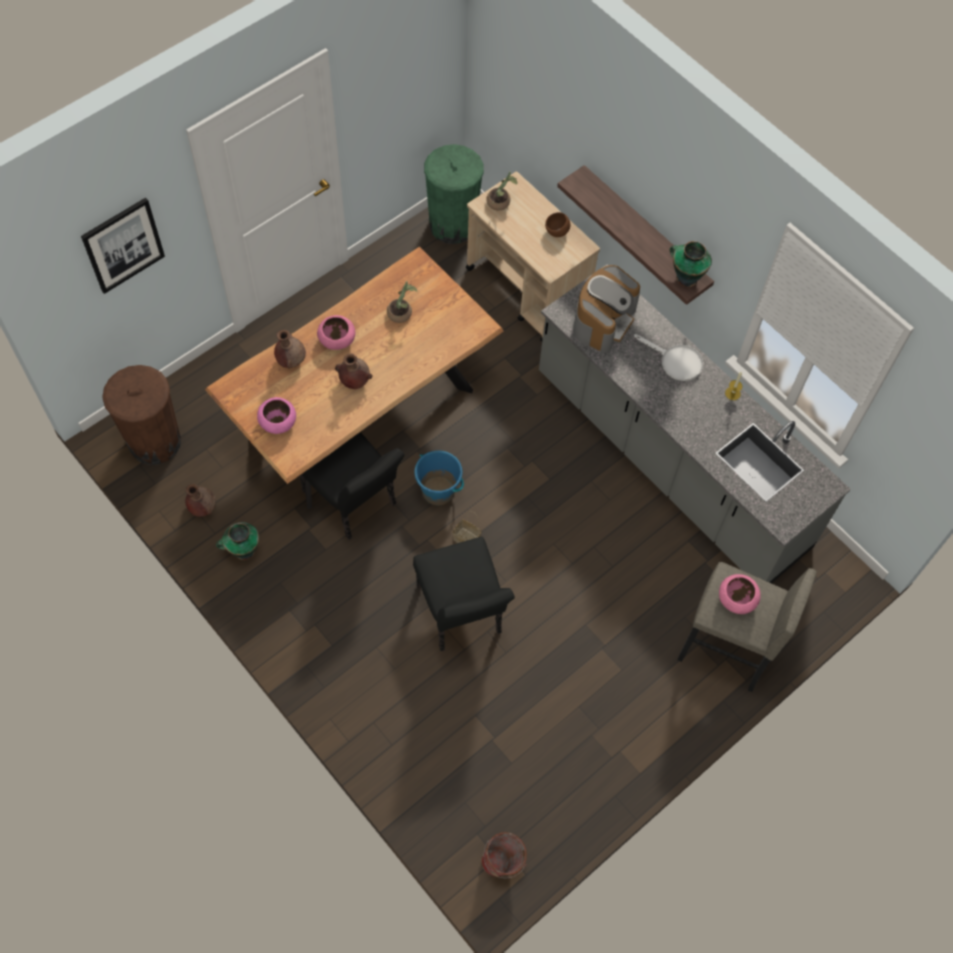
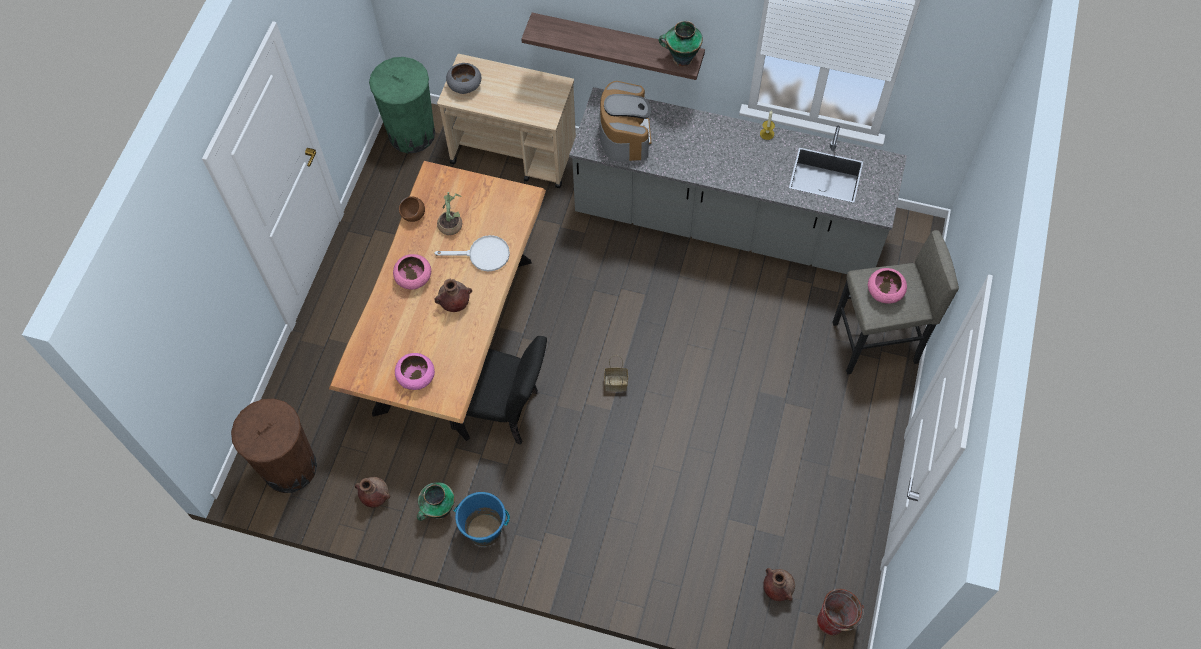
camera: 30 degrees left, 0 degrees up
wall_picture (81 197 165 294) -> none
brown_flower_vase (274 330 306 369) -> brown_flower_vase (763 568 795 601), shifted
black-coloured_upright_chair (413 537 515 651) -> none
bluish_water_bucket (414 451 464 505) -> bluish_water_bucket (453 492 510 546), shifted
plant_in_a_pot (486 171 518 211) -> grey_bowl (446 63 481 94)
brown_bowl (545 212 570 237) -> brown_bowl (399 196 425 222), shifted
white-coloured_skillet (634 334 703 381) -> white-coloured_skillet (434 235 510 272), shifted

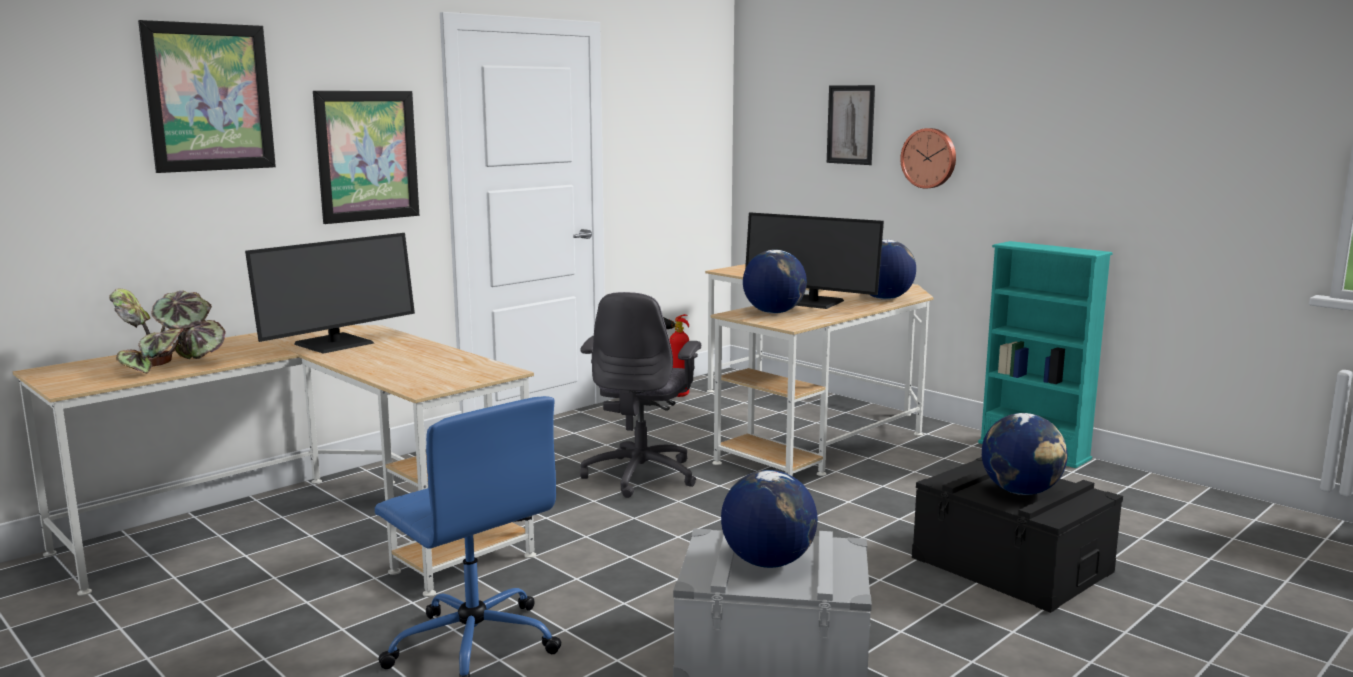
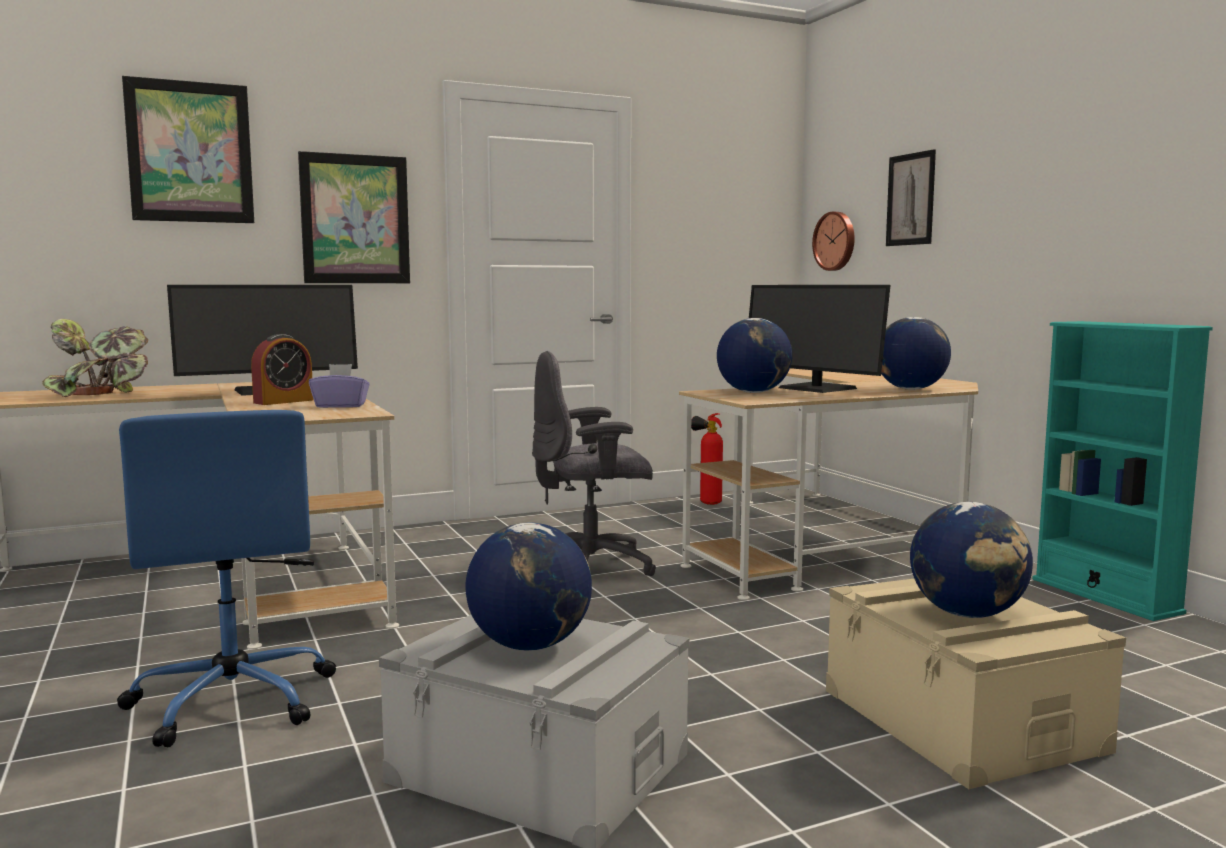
camera: 20 degrees right, 5 degrees down
grey_office_chair (580 292 701 498) -> grey_office_chair (532 351 656 576), 45 degrees clockwise
hanging_clock (900 128 956 189) -> hanging_clock (812 212 855 271), shifted
black-coloured_storage_container (912 457 1123 613) -> beige-coloured_storage_container (826 579 1126 789)
none -> alarm_clock (251 334 313 405)
none -> purplish_tissue_holder (309 364 370 408)

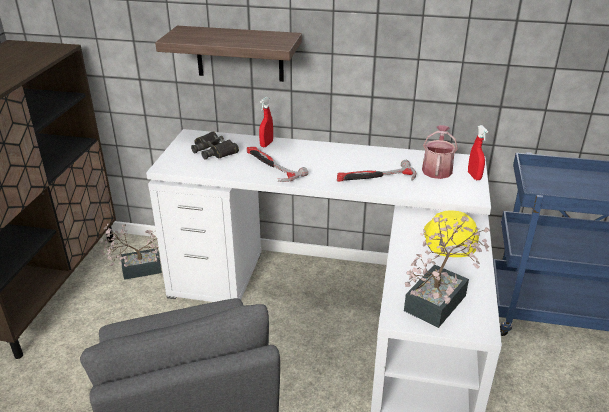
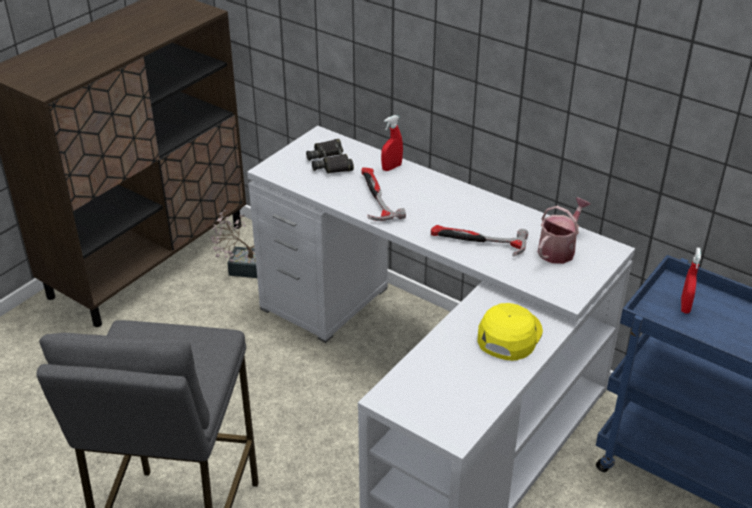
camera: 25 degrees right, 5 degrees up
bracket_shelf (155 26 302 82) -> none
plant_in_a_pot (404 215 490 328) -> none
red-coloured_sprayer (468 125 488 180) -> red-coloured_sprayer (681 248 701 314), shifted

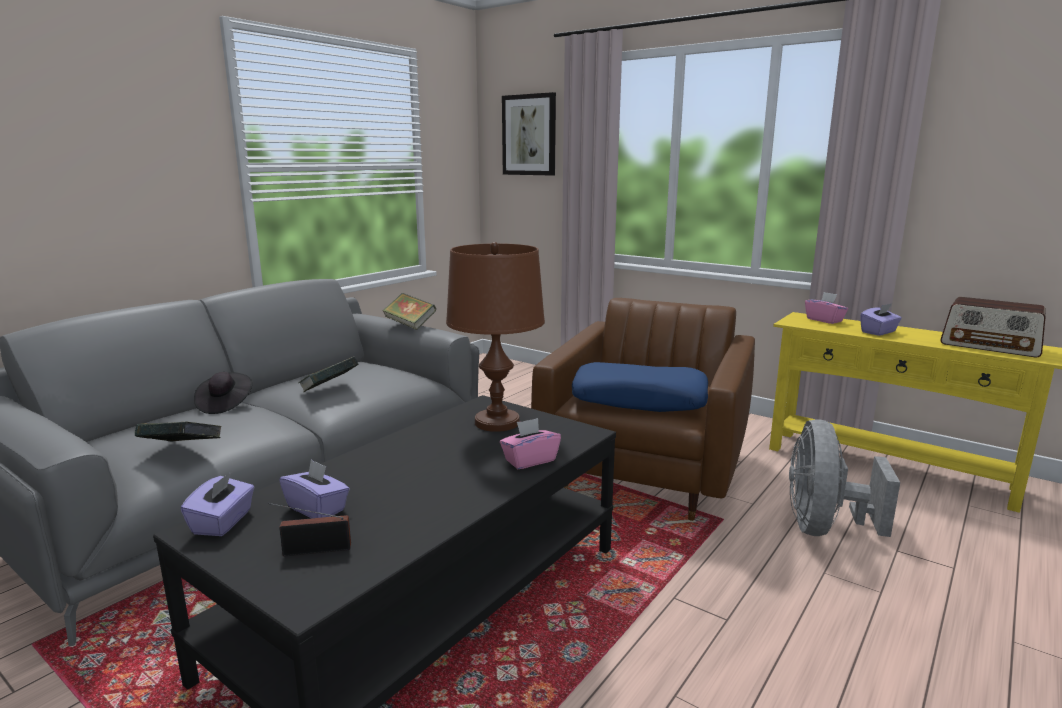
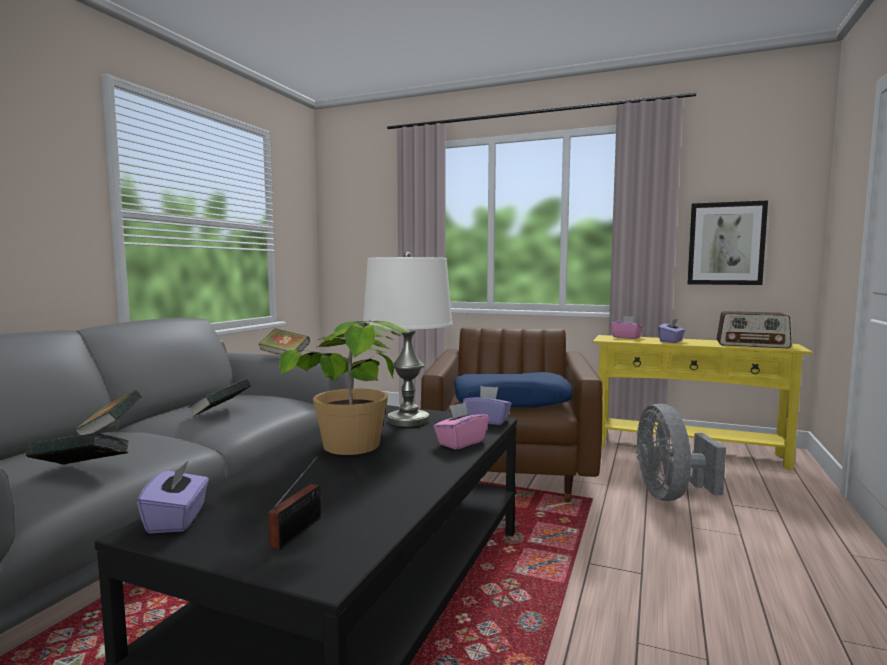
camera: 15 degrees left, 10 degrees down
black-coloured_wearable_hat (194 372 252 414) -> book (74 390 141 435)
radio_set (268 503 351 556) -> radio_set (268 456 321 550), 135 degrees clockwise
purplish_tissue_holder (279 459 350 518) -> purplish_tissue_holder (463 386 512 425), shifted
brown_lamp_for_a_table (446 242 545 432) -> white-coloured_lamp_for_a_table (363 252 452 427)
wall_picture (502 92 556 176) -> wall_picture (687 200 768 285), shifted
none -> plant_in_a_pot (279 320 410 455)

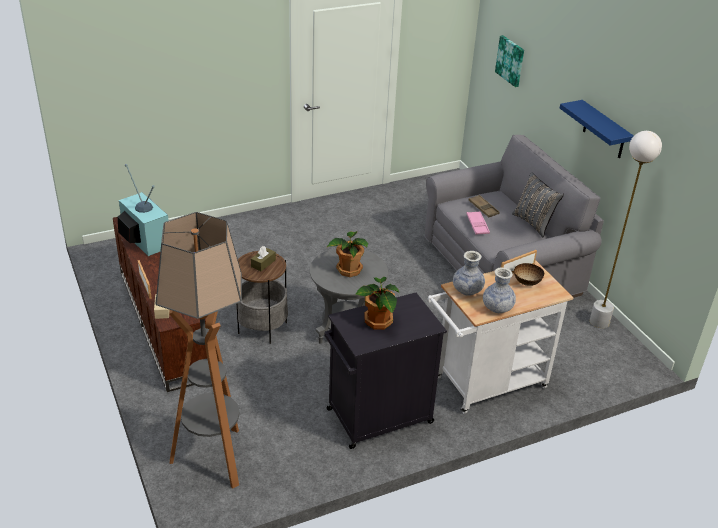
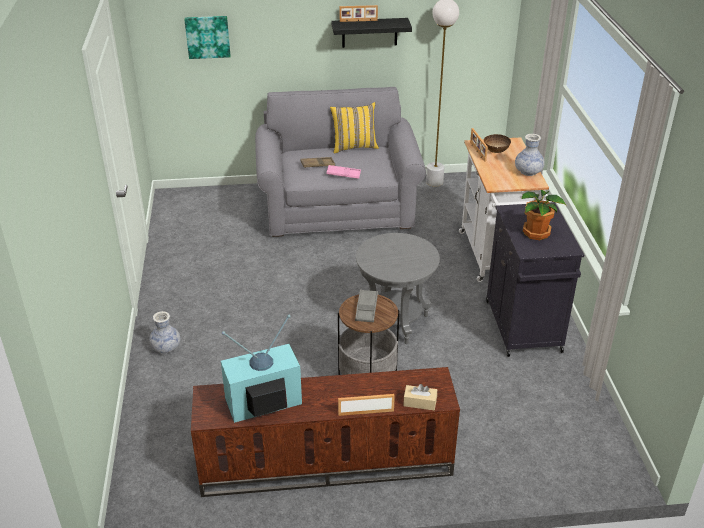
camera: 70 degrees left, 0 degrees up
standard_lamp (155 212 242 488) -> none
brown_tissue_holder (251 246 276 271) -> grey_carrying_tray (355 289 378 322)
plant_in_a_pot (326 231 368 277) -> none
flower_vase (453 251 485 296) -> flower_vase (149 311 180 354), shifted
grey_cushion (512 172 564 237) -> yellow-coloured_cushion (330 102 379 153)
bluish_bracket_shelf (560 100 634 158) -> black-coloured_bracket_shelf (332 18 412 48)
none -> photo_frame (340 5 378 22)

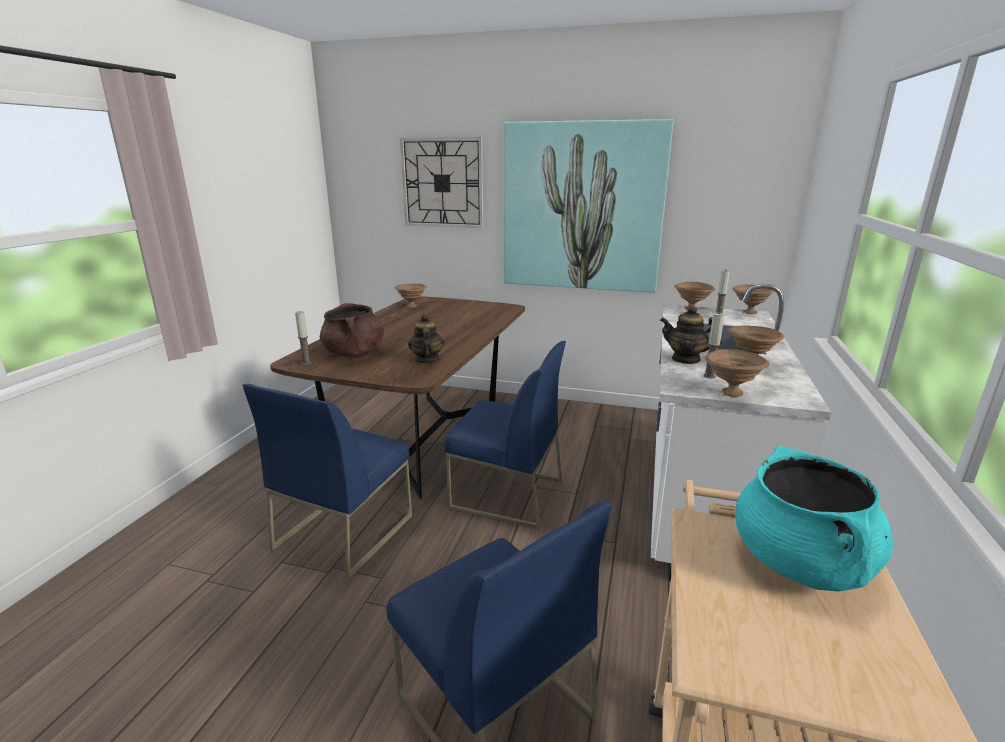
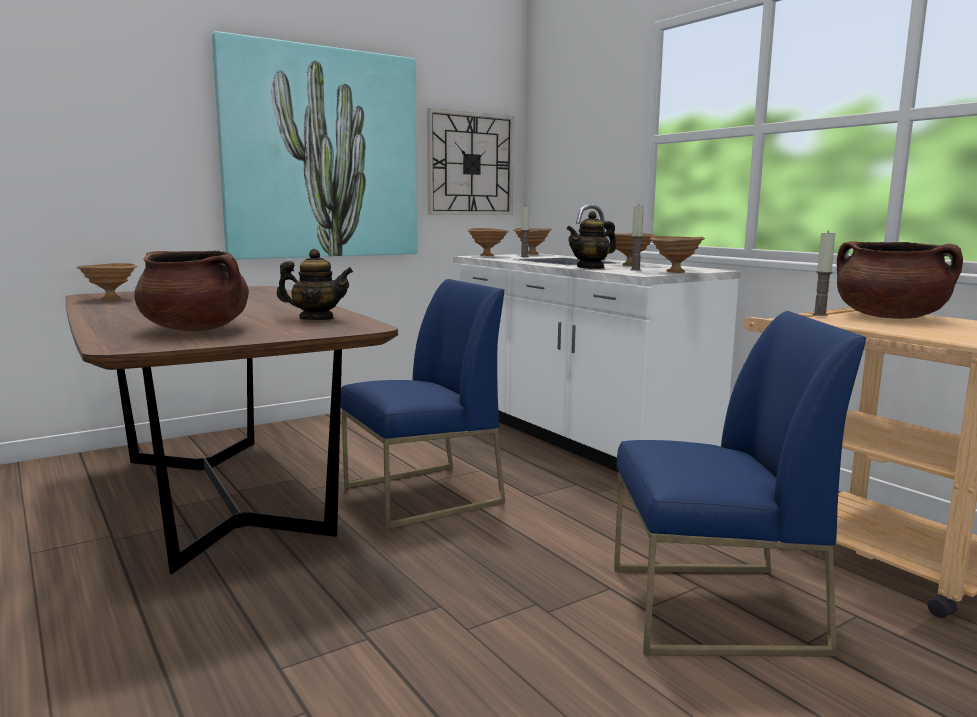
camera: 50 degrees left, 10 degrees down
bluish_upright_chair (243 384 412 580) -> none
wax_light (295 311 311 365) -> wax_light (813 230 836 316), shifted
hanging_clock (400 137 483 228) -> hanging_clock (427 108 514 215), shifted
teapot (408 314 444 364) -> teapot (277 249 353 320), 150 degrees clockwise
turquoise-coloured_saucepot (735 446 893 592) -> brown_saucepot (837 241 963 319)

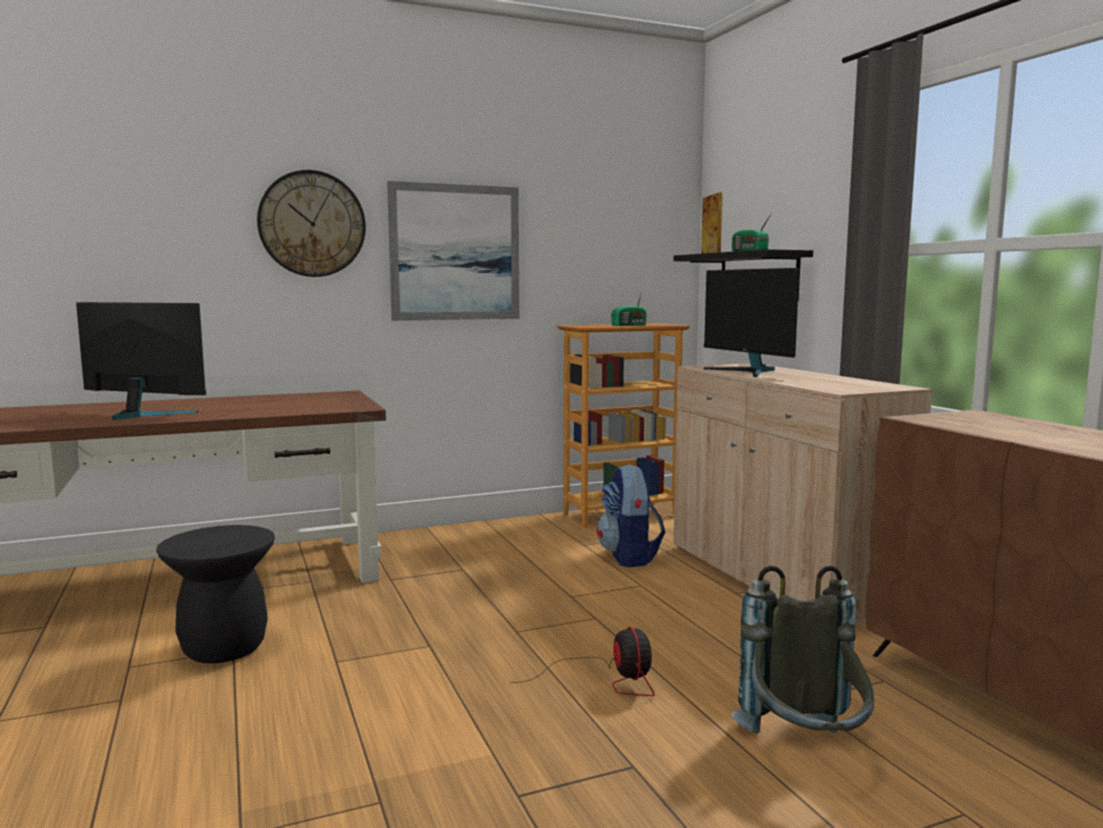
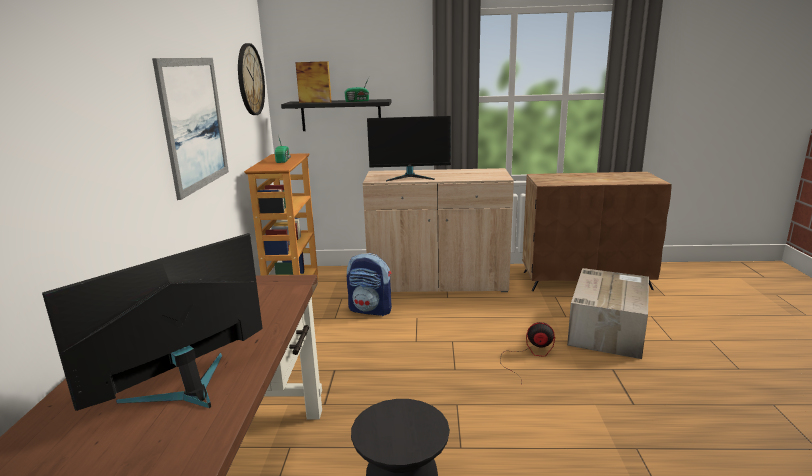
camera: 65 degrees left, 10 degrees up
hanging_clock (257 170 366 277) -> hanging_clock (238 43 265 115), shifted
grey_backpack (731 565 874 733) -> carton (567 268 649 359)

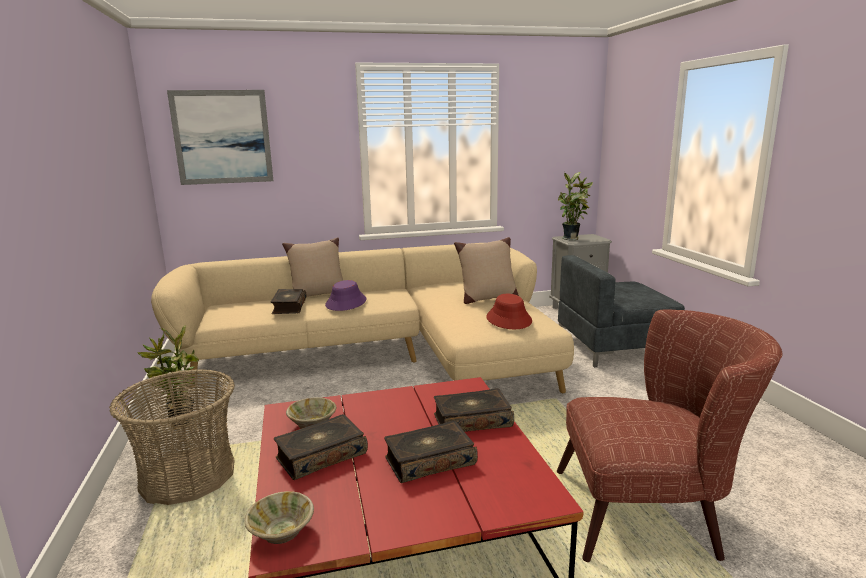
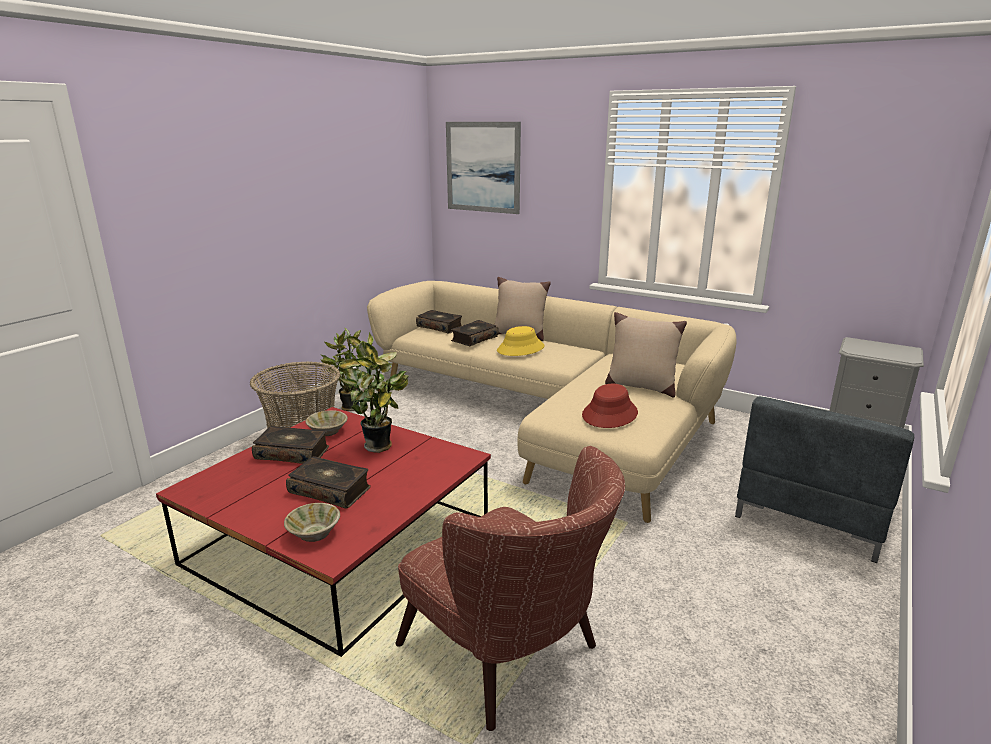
camera: 45 degrees right, 5 degrees up
beige-coloured_bowl (245 491 314 544) -> beige-coloured_bowl (284 503 340 542), shifted
purplish_wearable_hat (325 280 367 311) -> yellow-coloured_wearable_hat (497 326 544 356)
book (434 388 514 432) -> book (416 310 462 334), shifted
plant_in_a_pot (558 172 593 240) -> plant_in_a_pot (339 332 408 453), shifted
grey_armchair (558 255 685 367) -> grey_armchair (735 396 914 563), 90 degrees counterclockwise

